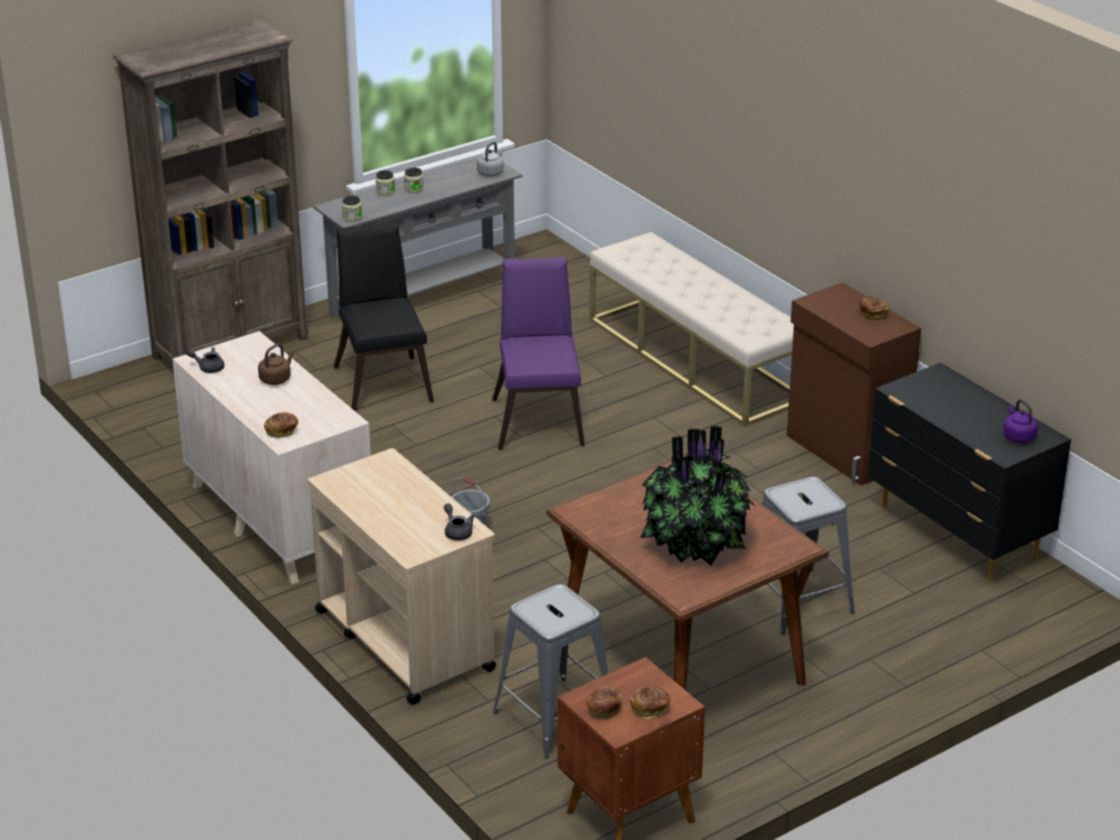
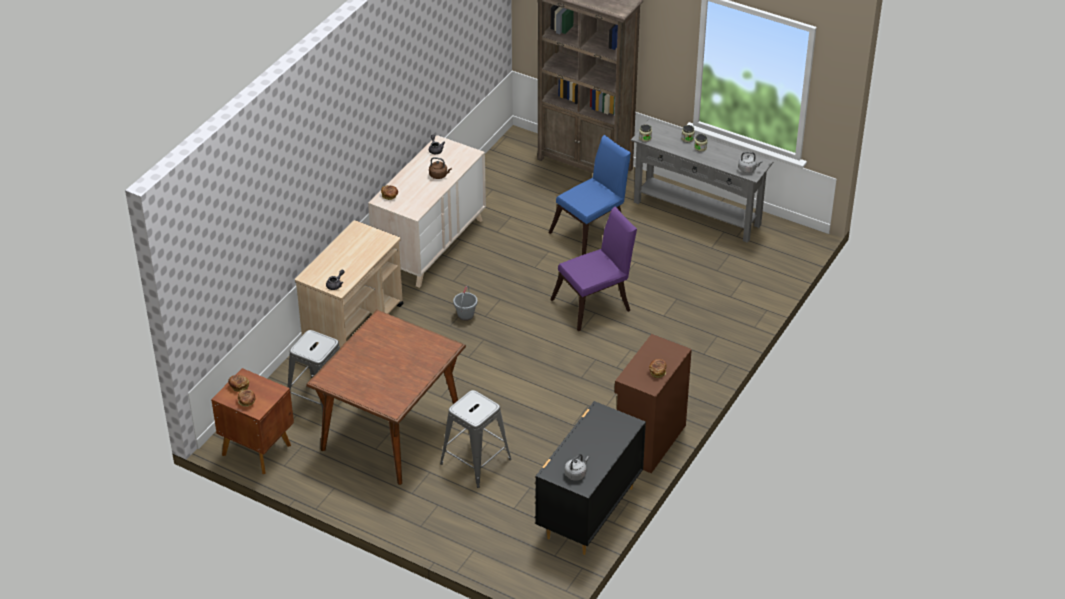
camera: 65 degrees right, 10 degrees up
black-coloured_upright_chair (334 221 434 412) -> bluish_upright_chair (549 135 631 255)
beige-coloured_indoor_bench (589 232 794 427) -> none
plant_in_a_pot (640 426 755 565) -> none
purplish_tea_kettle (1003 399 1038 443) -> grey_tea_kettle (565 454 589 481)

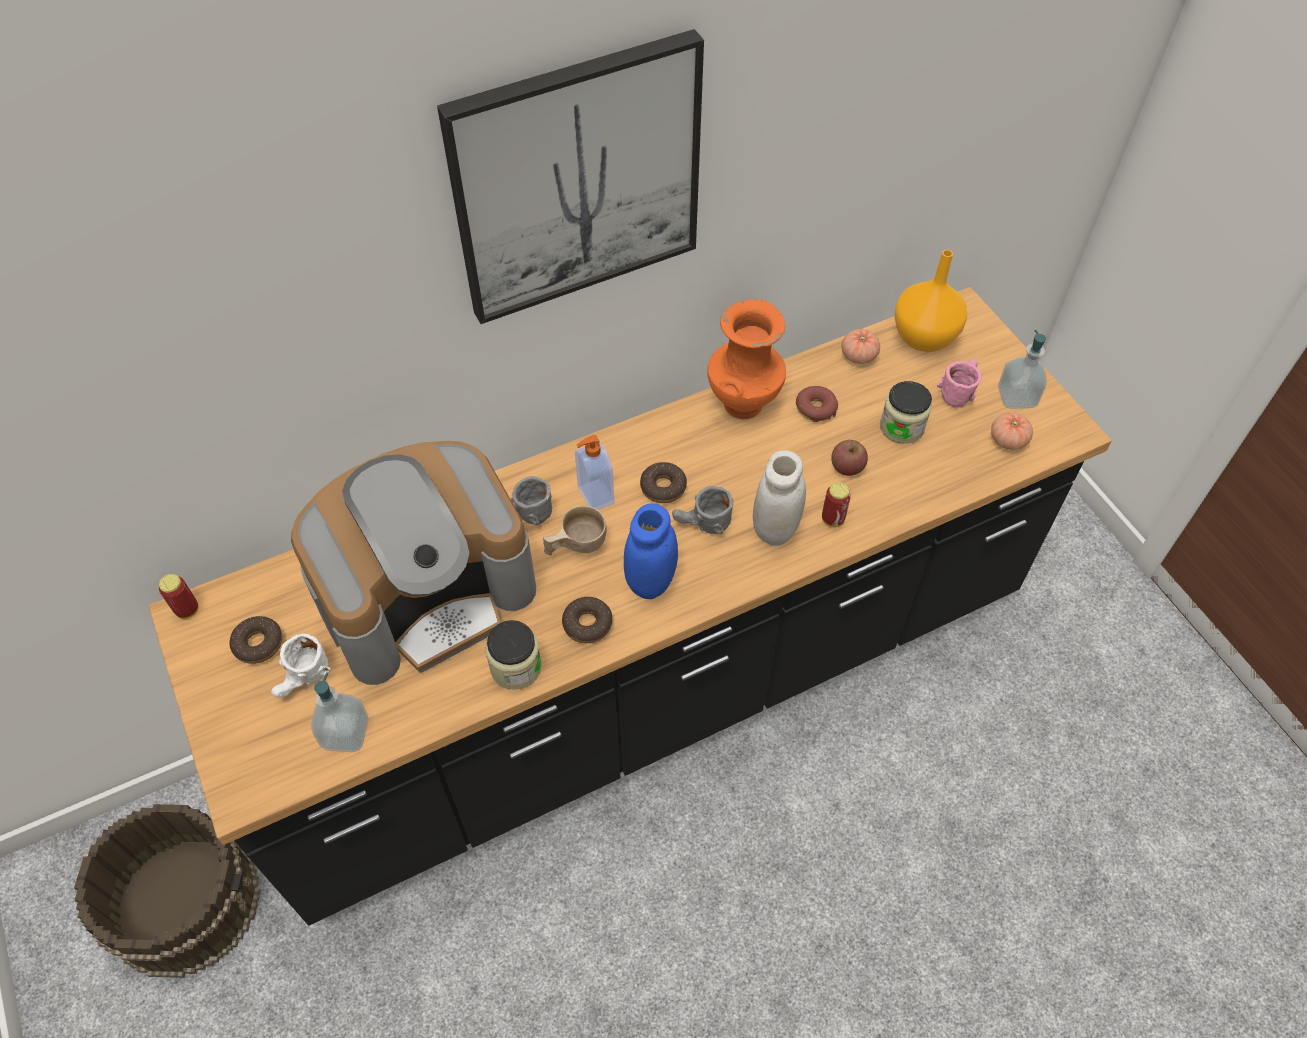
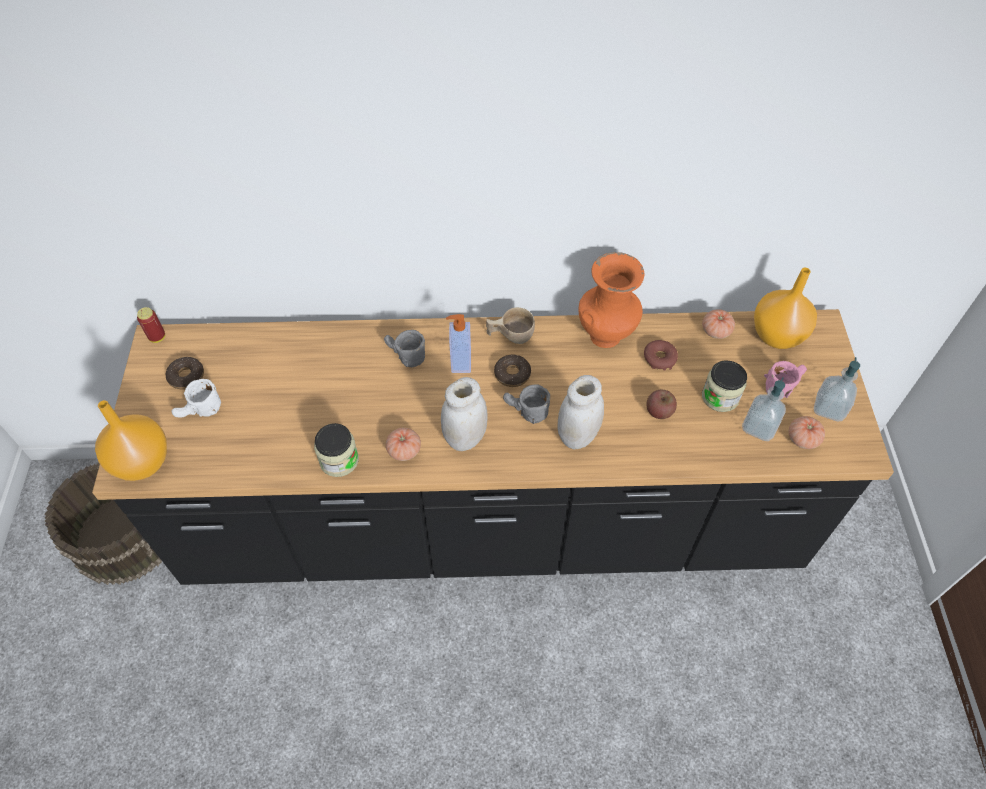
camera: 25 degrees right, 0 degrees up
coffee_maker (291 441 536 685) -> none
soap_dispenser (311 673 369 752) -> soap_dispenser (742 377 786 441), shifted
wall_picture (437 29 704 324) -> none
beige-coloured_cup (543 506 607 555) -> beige-coloured_cup (486 307 535 344), shifted
doughnut (562 597 613 643) -> tomato (386 428 421 461)
bluish_jar (624 504 678 599) -> white-coloured_jar (441 377 488 451)
metal_can (822 482 851 527) -> none
none -> orange-coloured_flower_vase (95 400 167 481)

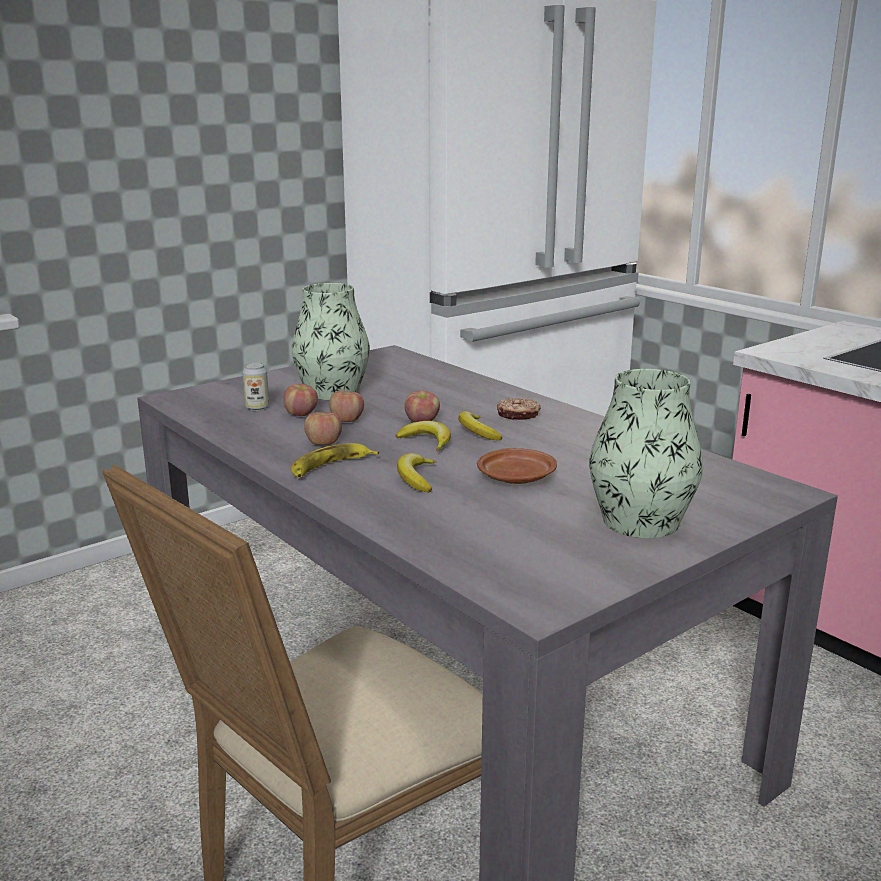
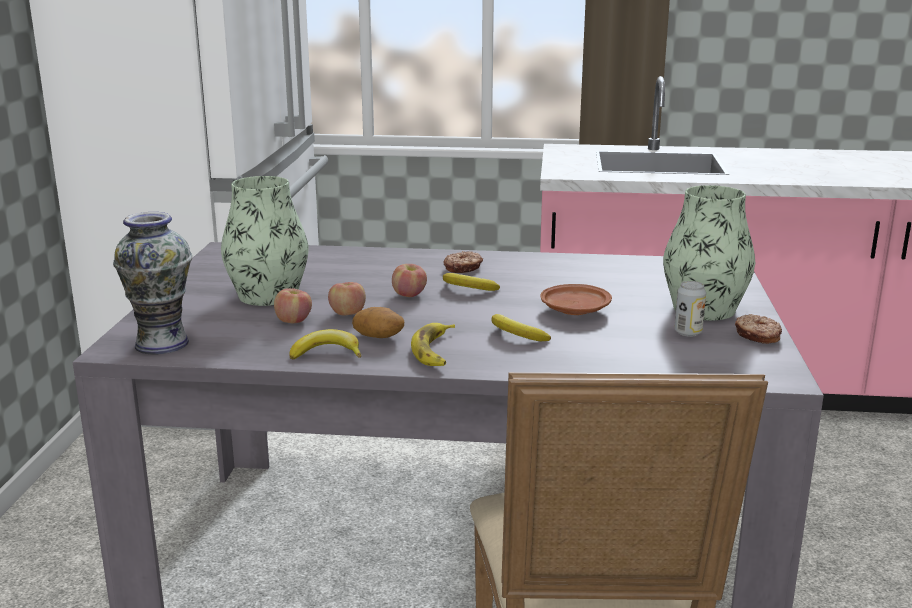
camera: 45 degrees left, 0 degrees up
metal_can (242 363 269 411) -> metal_can (674 281 706 337), shifted
apple (304 412 342 445) -> spud (352 307 404 338)
whole_banana (396 421 451 452) -> whole_banana (289 329 361 360), shifted
none -> flower_vase (113 212 192 354)
none -> doughnut (735 314 782 344)

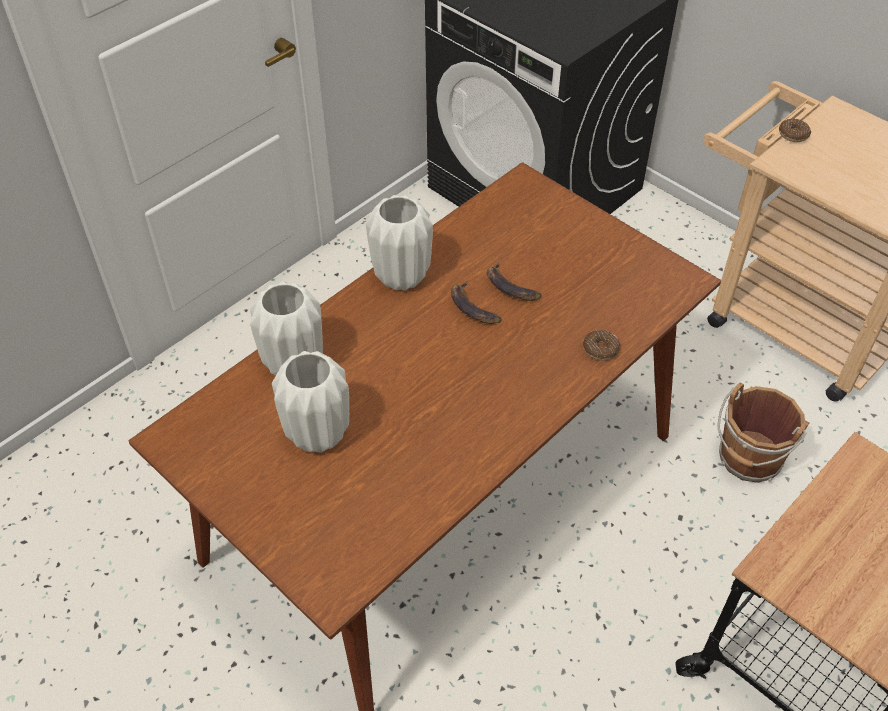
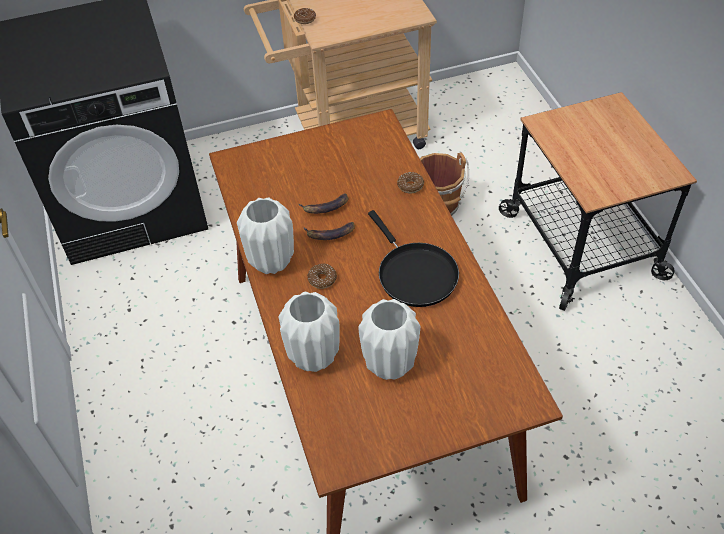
camera: 60 degrees left, 0 degrees up
none -> doughnut (307 263 337 289)
none -> black-coloured_skillet (368 210 459 307)

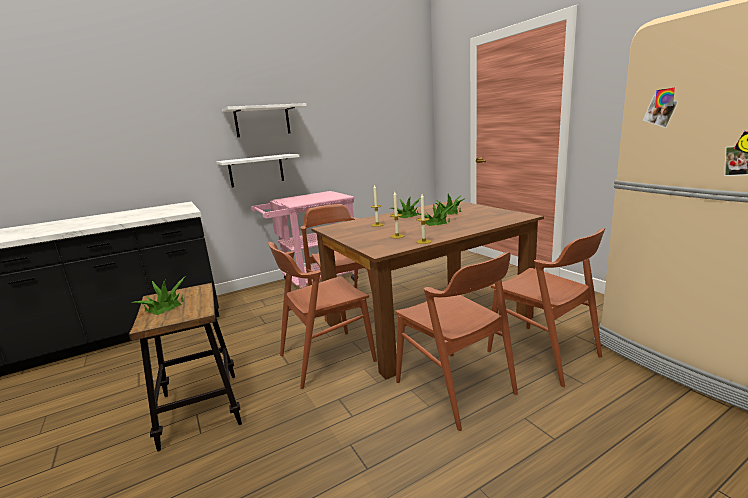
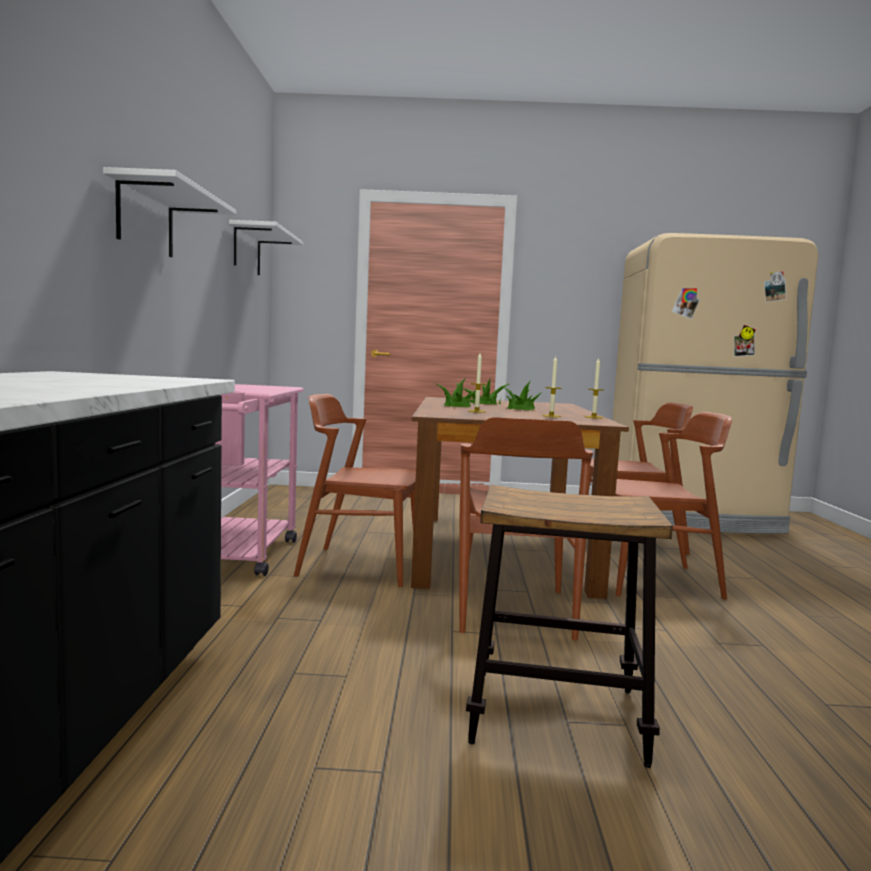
camera: 60 degrees left, 10 degrees down
plant_in_a_pot (132 276 186 315) -> none
white-coloured_bracket_shelf (216 154 299 187) -> white-coloured_bracket_shelf (229 220 303 275), shifted

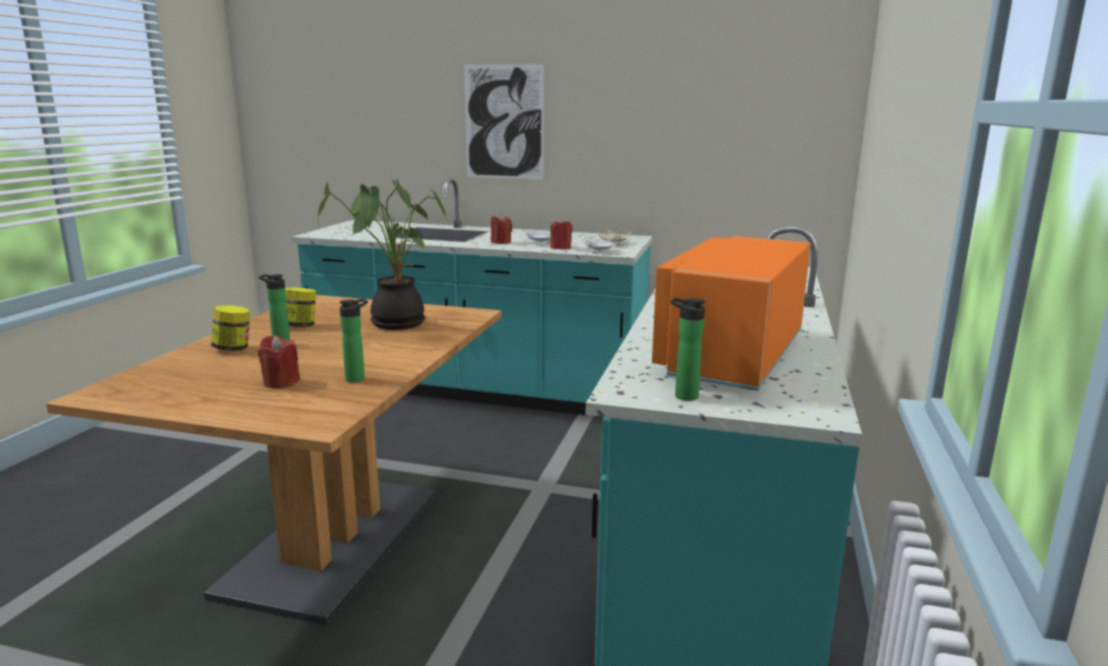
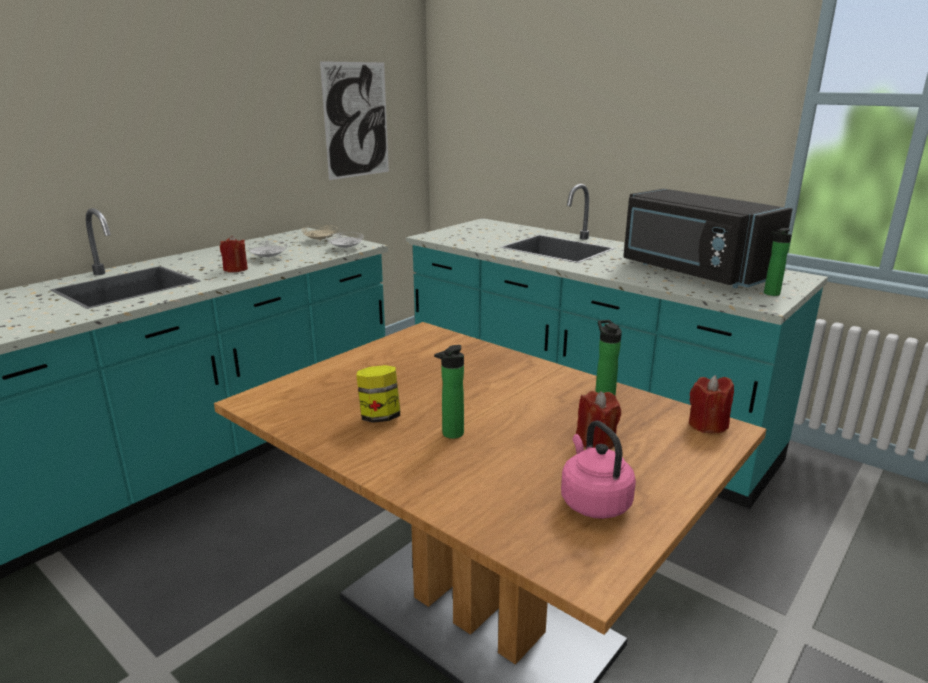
camera: 65 degrees left, 5 degrees up
jar (211 305 250 351) -> none
plant_in_a_pot (318 179 447 330) -> none
wall_picture (464 64 544 179) -> wall_picture (320 61 389 180), shifted
red-coloured_wax_light (550 218 573 249) -> red-coloured_wax_light (689 375 734 433), shifted
orange-coloured_microwave_oven (652 236 811 391) -> black-coloured_microwave_oven (623 189 792 288)
none -> pink-coloured_tea_kettle (561 421 636 519)

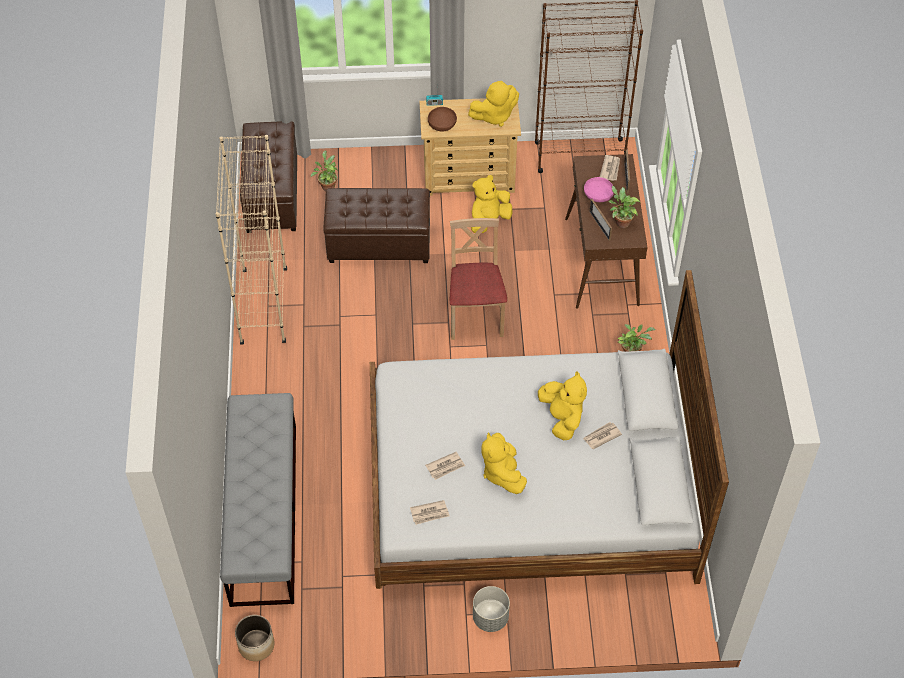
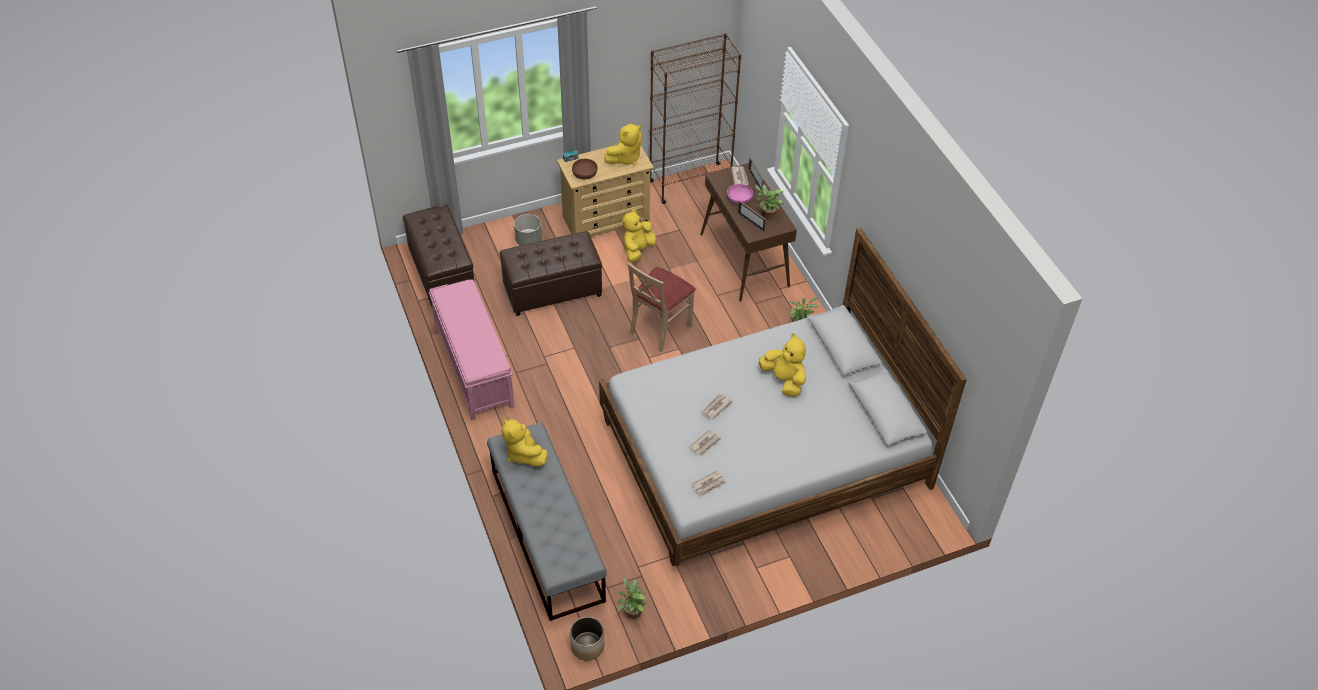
camera: 20 degrees left, 5 degrees down
beige-coloured_bookshelf (215 135 287 345) -> pink-coloured_indoor_bench (429 279 515 420)
plant_in_a_pot (310 150 338 191) -> plant_in_a_pot (618 576 647 619), shifted
beige-coloured_upright_chair (450 218 507 340) -> beige-coloured_upright_chair (628 263 696 352), 120 degrees counterclockwise
grey_flower_pot (473 586 510 632) -> grey_flower_pot (514 214 542 246), shifted
yellow-coloured_plush_toy (481 432 527 494) -> yellow-coloured_plush_toy (501 418 548 466), shifted
printed_paper (583 422 622 449) -> printed_paper (701 394 732 419), shifted

